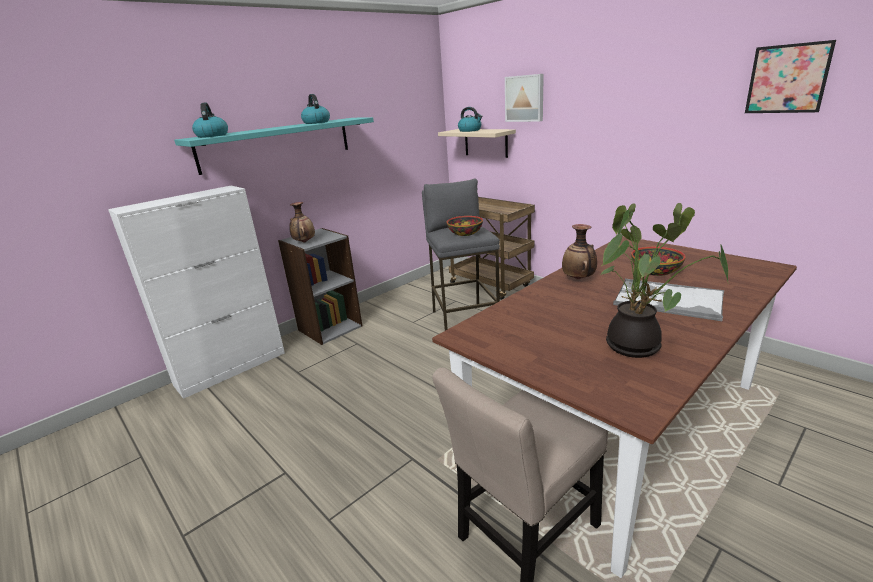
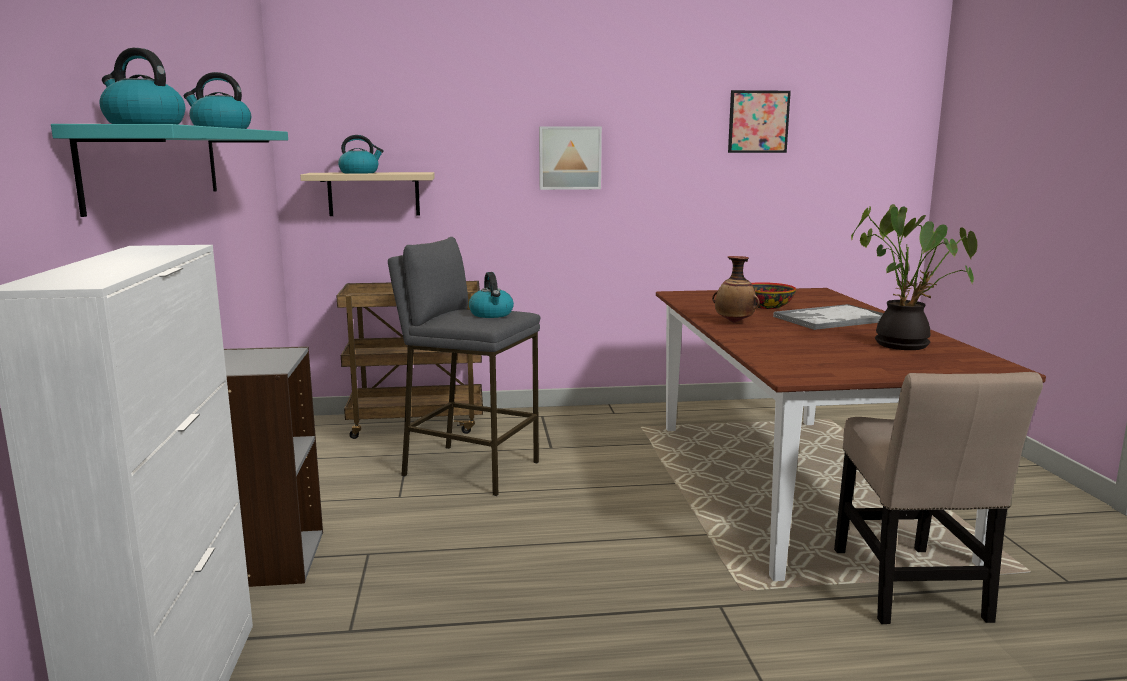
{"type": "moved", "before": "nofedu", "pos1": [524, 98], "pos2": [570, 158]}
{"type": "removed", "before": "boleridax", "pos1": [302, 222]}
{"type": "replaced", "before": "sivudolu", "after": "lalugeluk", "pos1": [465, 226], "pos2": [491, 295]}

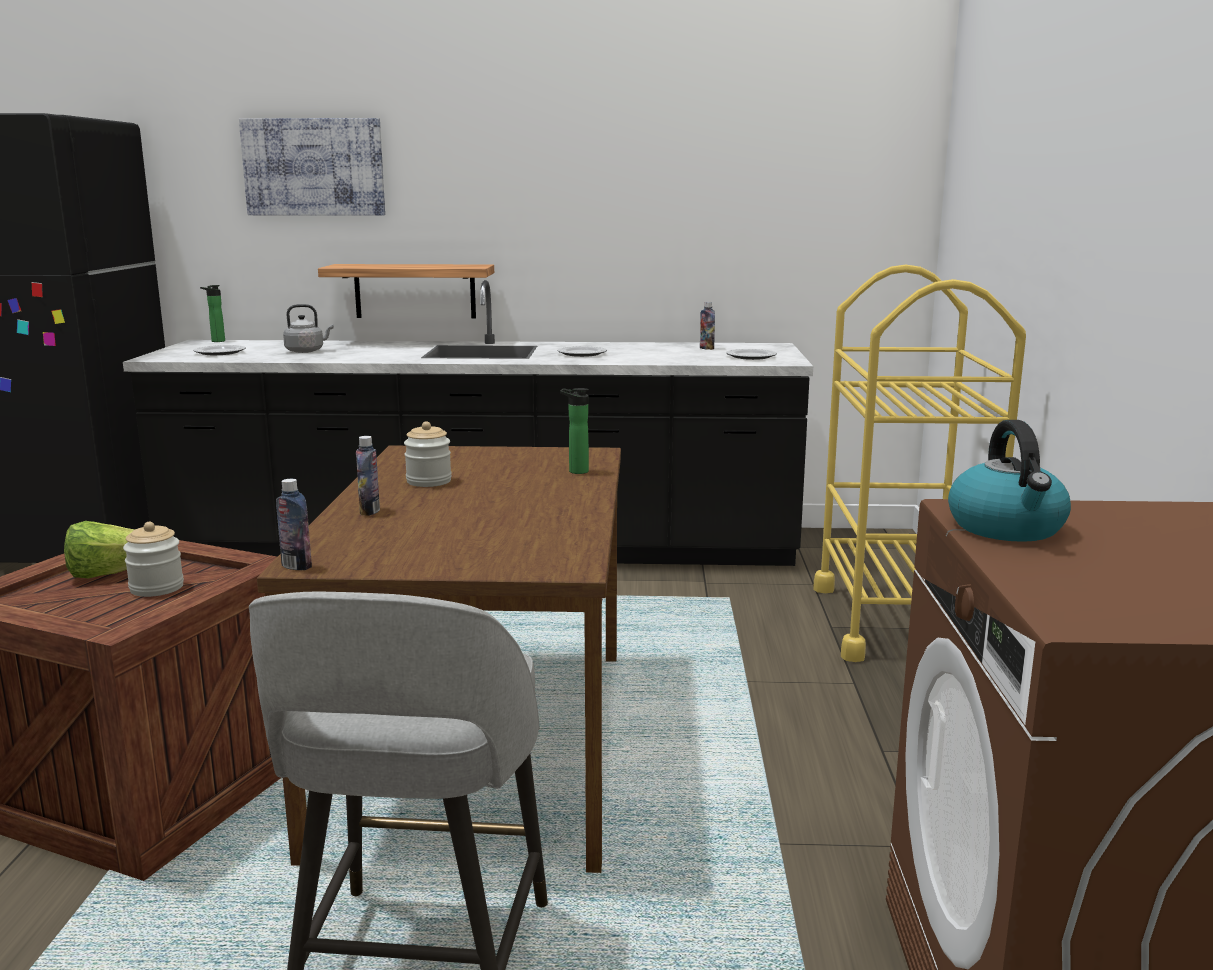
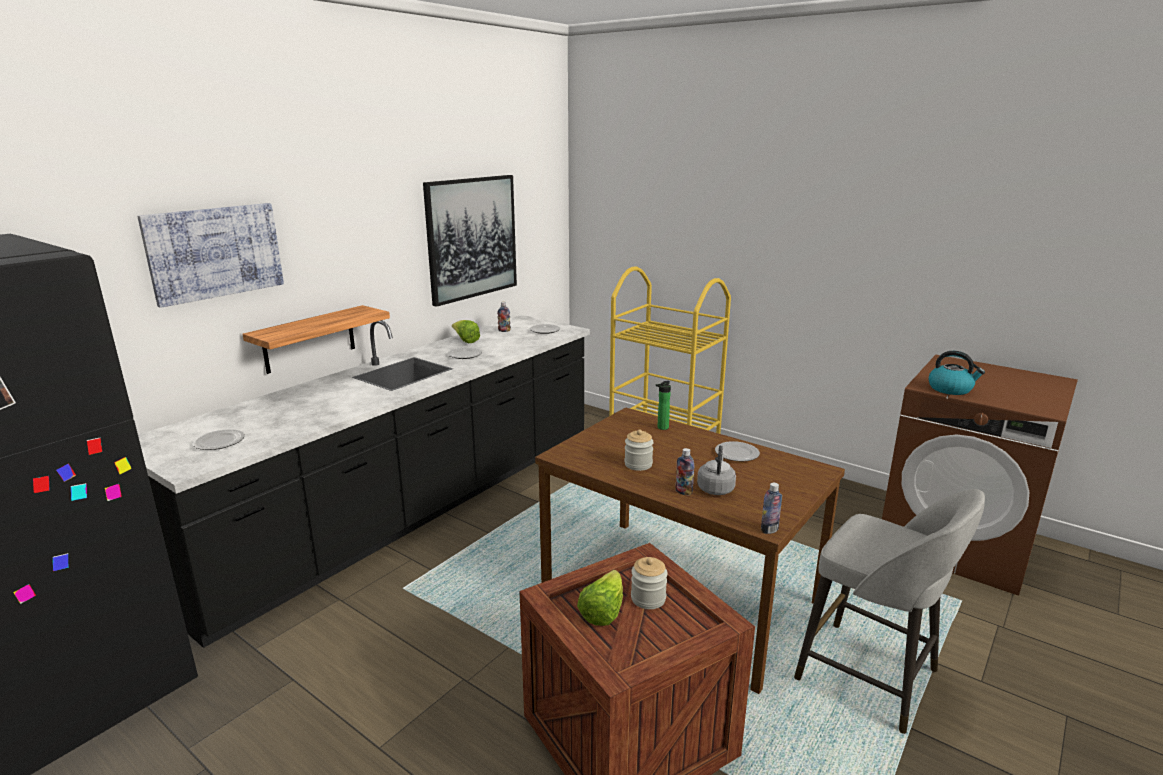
{"type": "removed", "before": "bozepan", "pos1": [212, 313]}
{"type": "moved", "before": "grey_lalugeluk", "pos1": [308, 328], "pos2": [716, 470]}
{"type": "added", "after": "nofedu", "pos2": [470, 241]}
{"type": "added", "after": "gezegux", "pos2": [466, 331]}
{"type": "added", "after": "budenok", "pos2": [737, 451]}

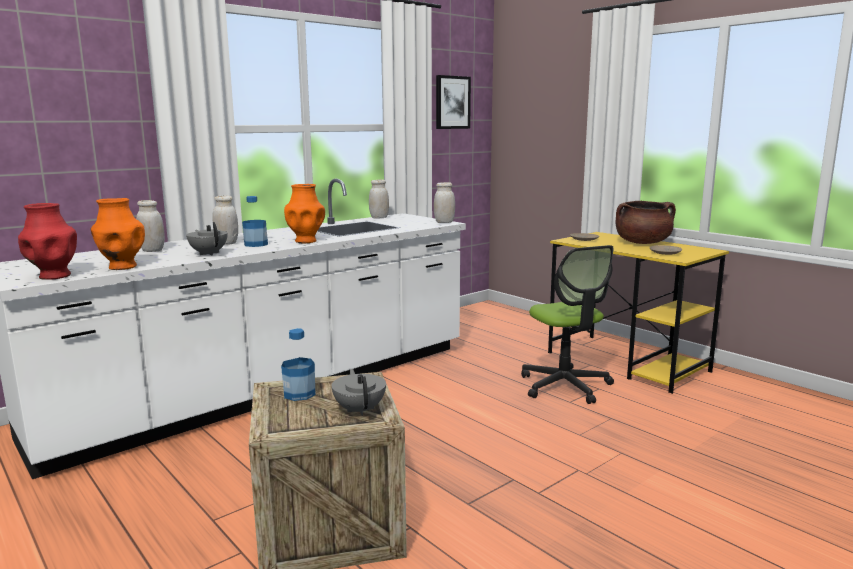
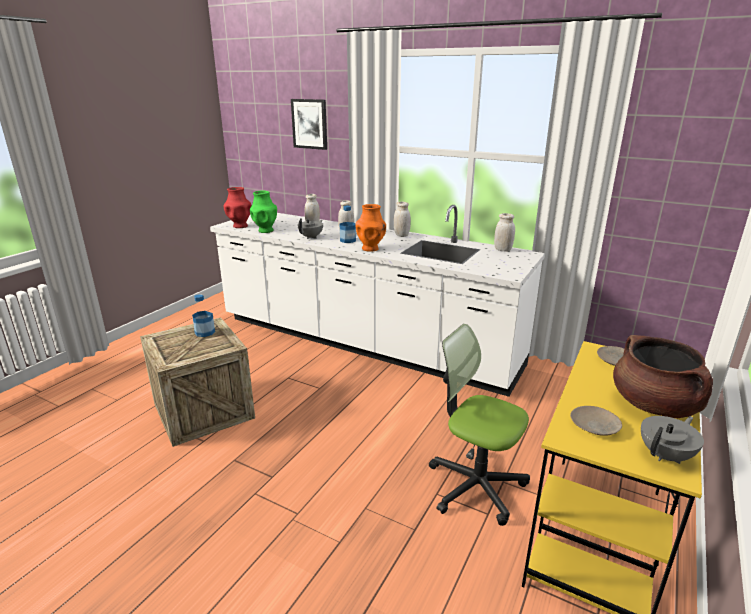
{"type": "moved", "before": "nofedu", "pos1": [453, 102], "pos2": [309, 124]}
{"type": "moved", "before": "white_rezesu", "pos1": [444, 202], "pos2": [402, 219]}
{"type": "recoloured", "before": "orange_boleridax", "after": "green_boleridax", "pos1": [118, 234], "pos2": [263, 211]}
{"type": "turned", "before": "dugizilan", "pos1": [567, 324], "pos2": [479, 425], "turn": 75}
{"type": "moved", "before": "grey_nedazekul", "pos1": [359, 392], "pos2": [672, 440]}

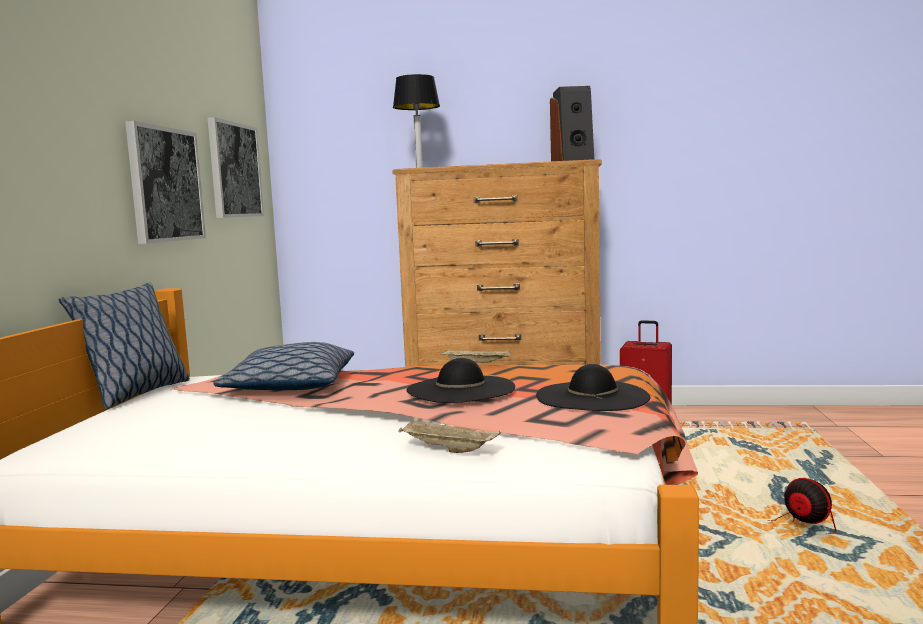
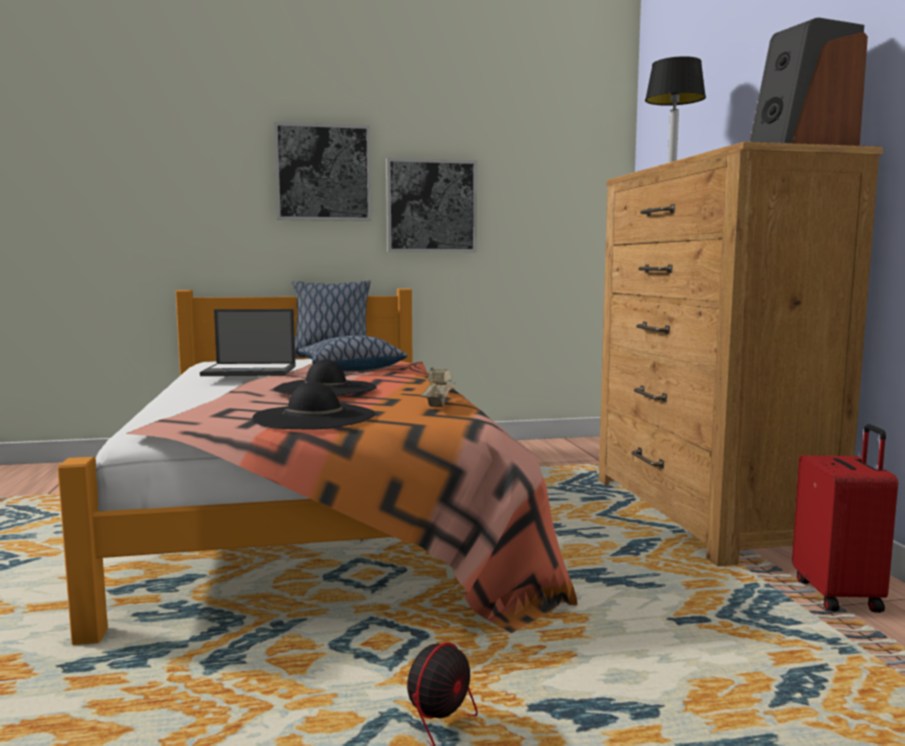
{"type": "moved", "before": "nofedu", "pos1": [236, 167], "pos2": [323, 171]}
{"type": "moved", "before": "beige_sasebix", "pos1": [449, 436], "pos2": [438, 394]}
{"type": "added", "after": "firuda", "pos2": [248, 342]}

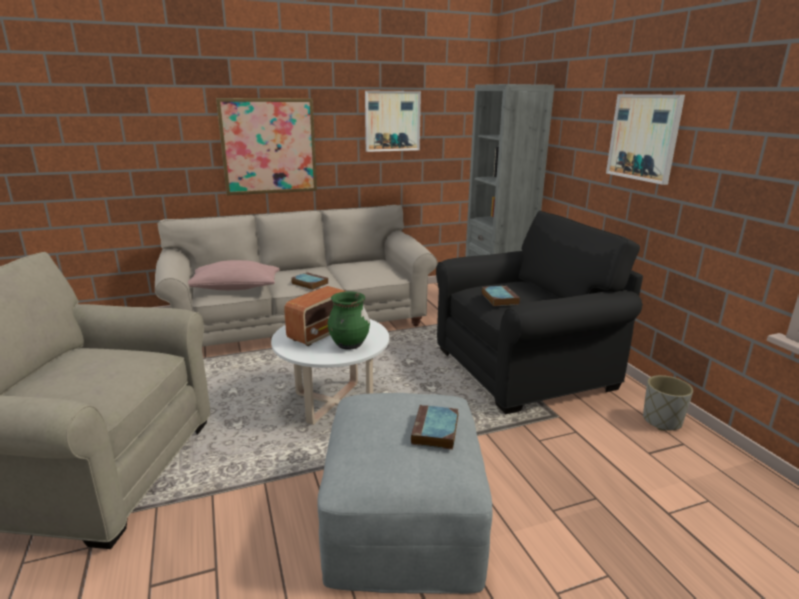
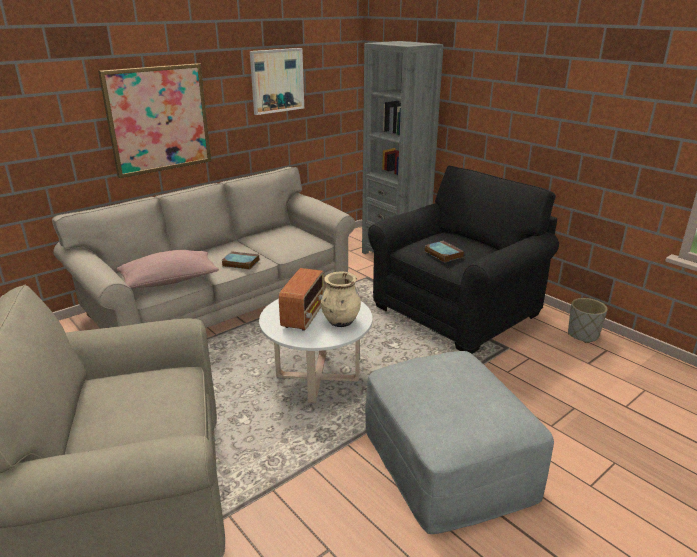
{"type": "removed", "before": "nofedu", "pos1": [645, 139]}
{"type": "recoloured", "before": "green_boleridax", "after": "beige_boleridax", "pos1": [349, 320], "pos2": [341, 299]}
{"type": "removed", "before": "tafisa", "pos1": [434, 427]}

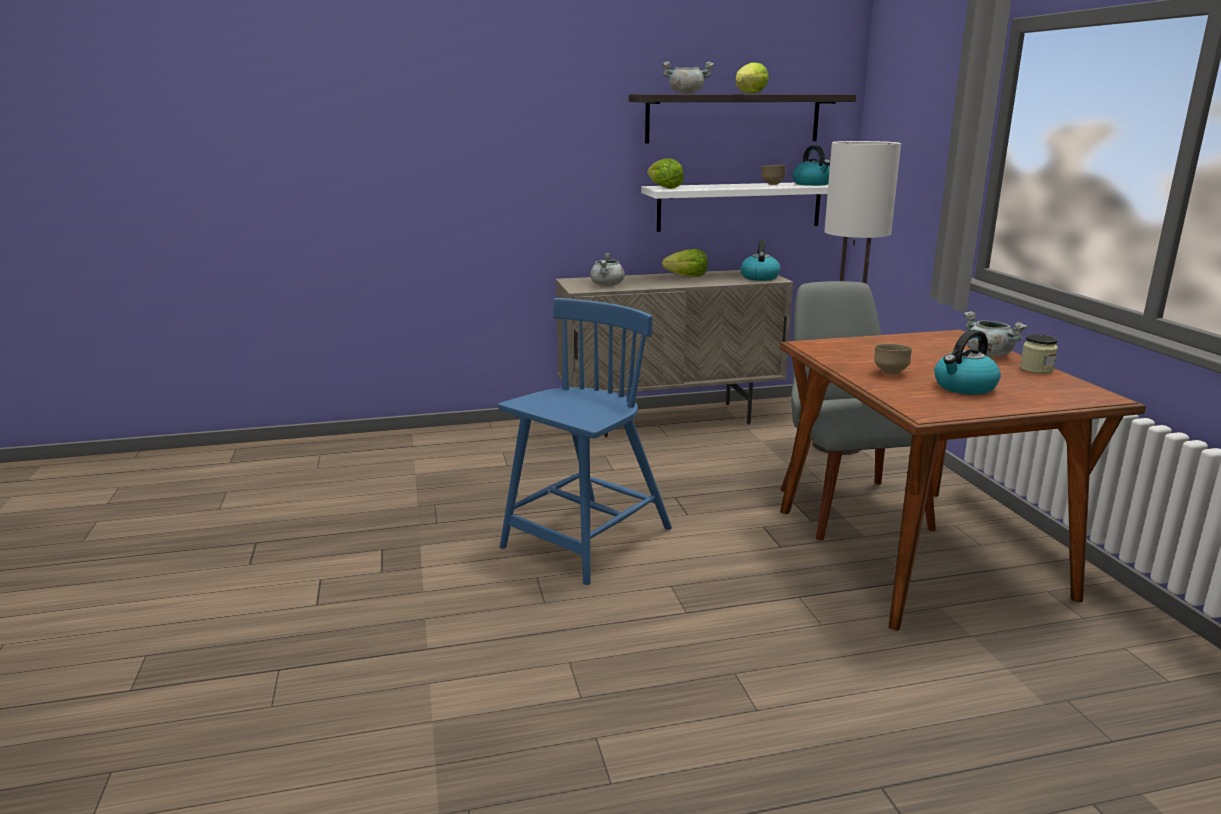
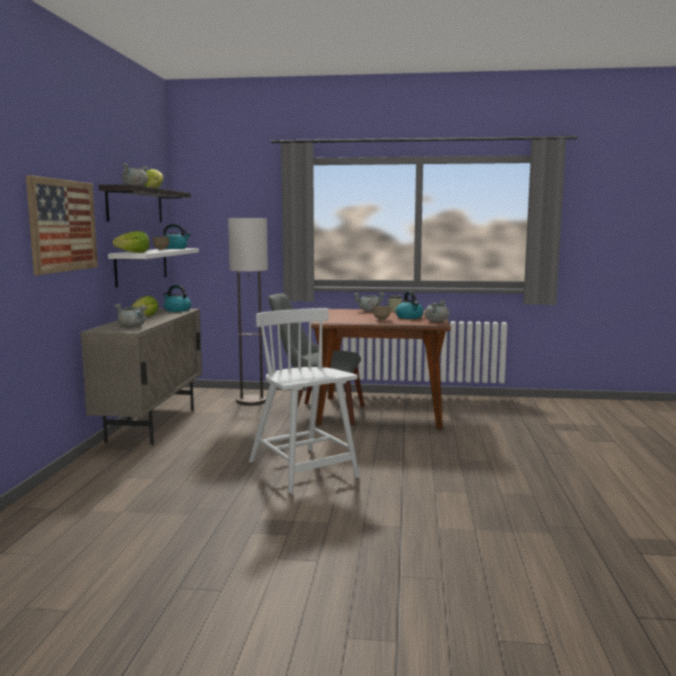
{"type": "recoloured", "before": "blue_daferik", "after": "white_daferik", "pos1": [585, 441], "pos2": [304, 401]}
{"type": "added", "after": "nofedu", "pos2": [62, 225]}
{"type": "added", "after": "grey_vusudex", "pos2": [437, 310]}

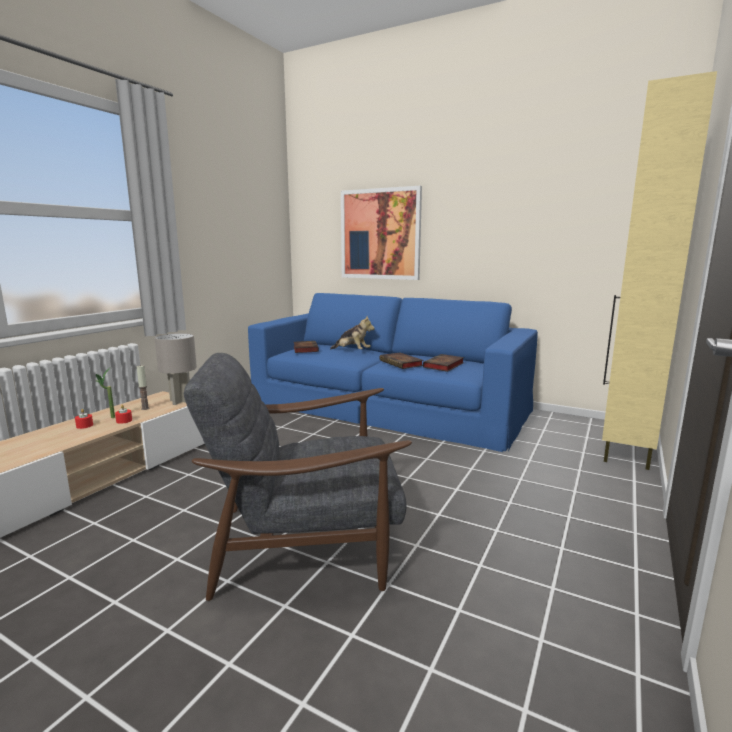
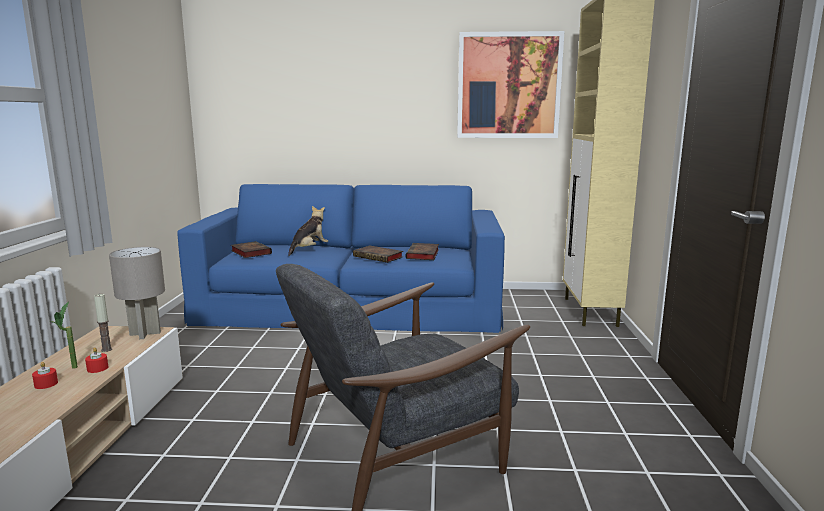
{"type": "moved", "before": "nofedu", "pos1": [381, 233], "pos2": [510, 84]}
{"type": "turned", "before": "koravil", "pos1": [352, 332], "pos2": [308, 231], "turn": -60}

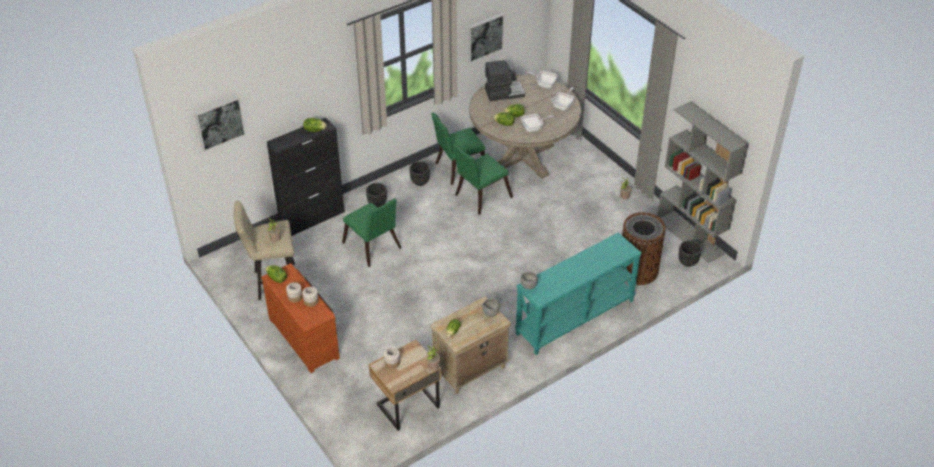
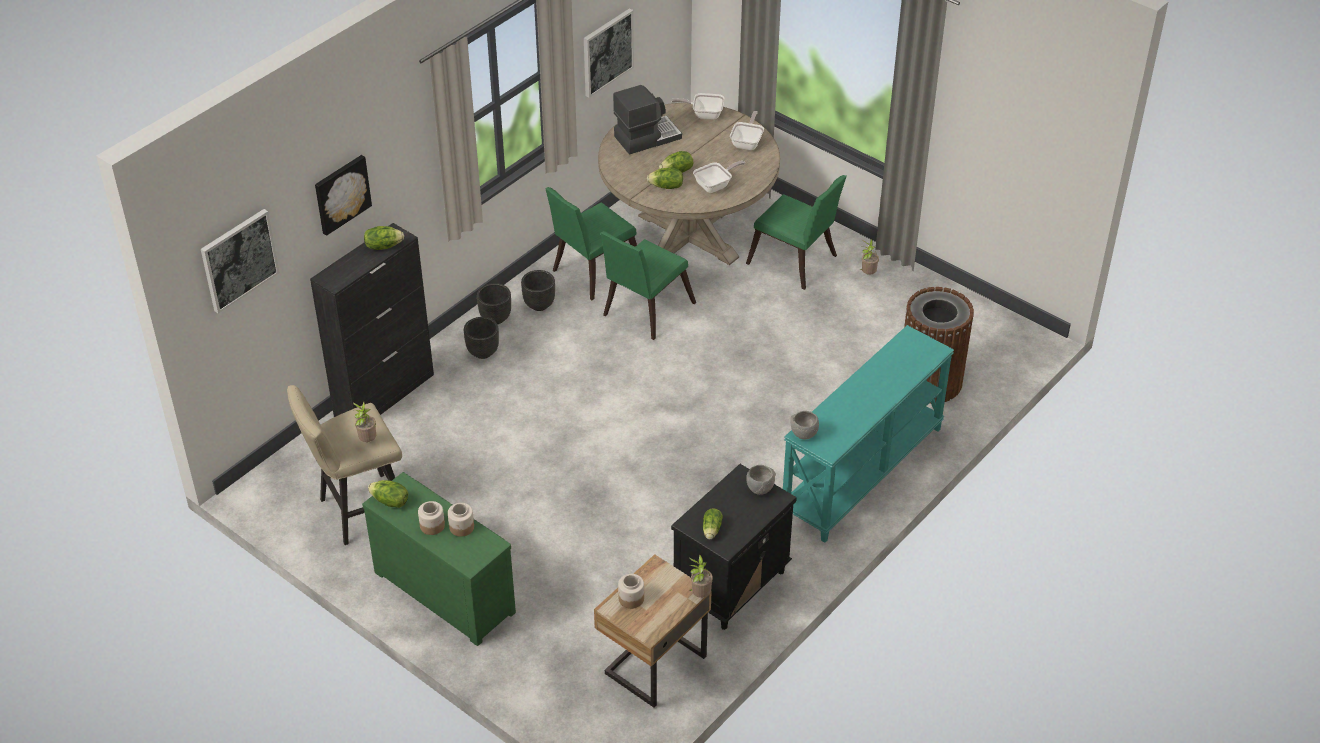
{"type": "removed", "before": "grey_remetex", "pos1": [703, 182]}
{"type": "moved", "before": "green_daferik", "pos1": [371, 232], "pos2": [796, 232]}
{"type": "moved", "before": "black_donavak", "pos1": [690, 253], "pos2": [494, 303]}
{"type": "recoloured", "before": "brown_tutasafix", "after": "green_tutasafix", "pos1": [300, 318], "pos2": [439, 559]}
{"type": "recoloured", "before": "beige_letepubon", "after": "black_letepubon", "pos1": [470, 345], "pos2": [734, 547]}
{"type": "added", "after": "nofedu", "pos2": [343, 195]}

